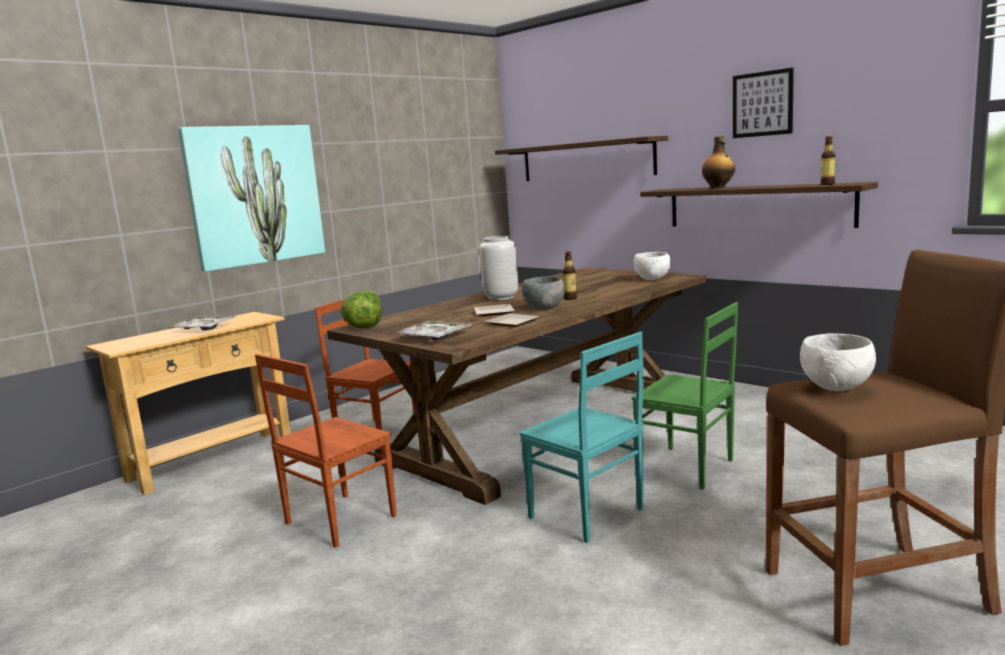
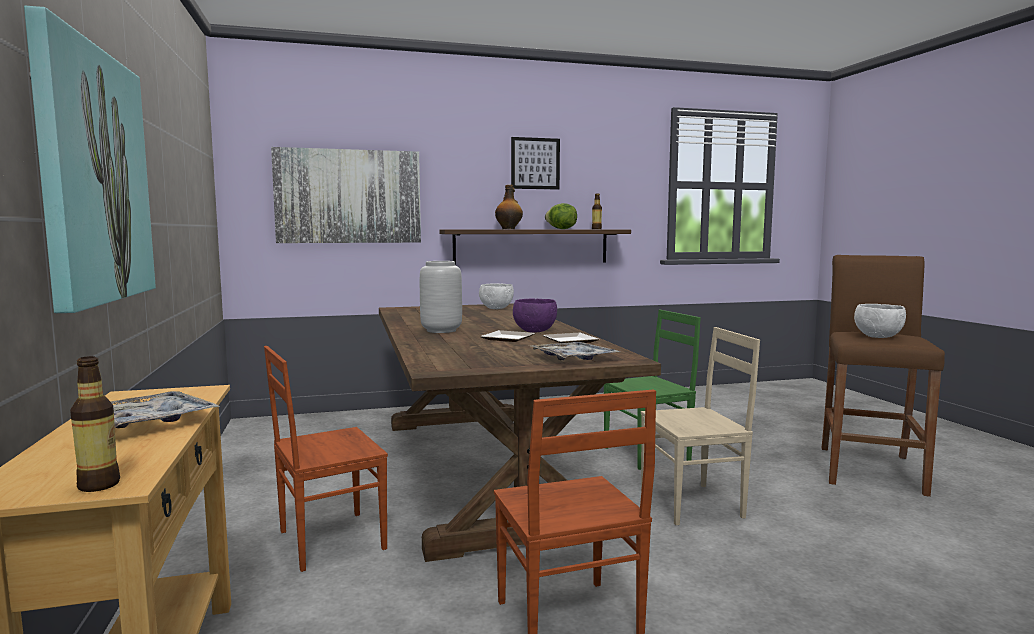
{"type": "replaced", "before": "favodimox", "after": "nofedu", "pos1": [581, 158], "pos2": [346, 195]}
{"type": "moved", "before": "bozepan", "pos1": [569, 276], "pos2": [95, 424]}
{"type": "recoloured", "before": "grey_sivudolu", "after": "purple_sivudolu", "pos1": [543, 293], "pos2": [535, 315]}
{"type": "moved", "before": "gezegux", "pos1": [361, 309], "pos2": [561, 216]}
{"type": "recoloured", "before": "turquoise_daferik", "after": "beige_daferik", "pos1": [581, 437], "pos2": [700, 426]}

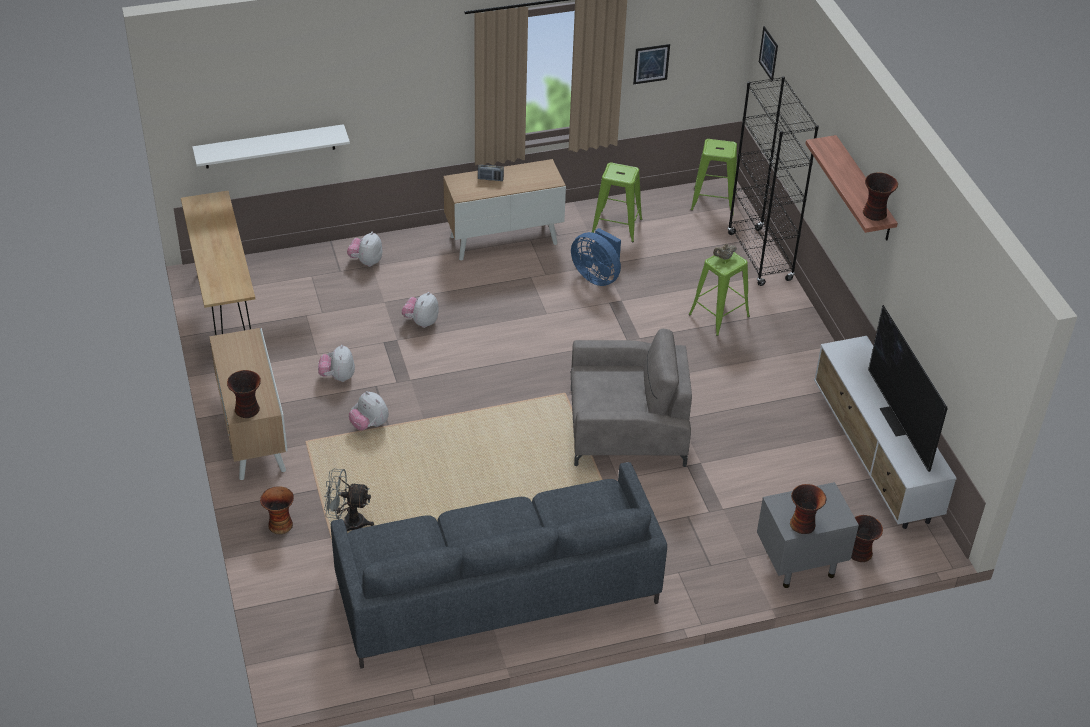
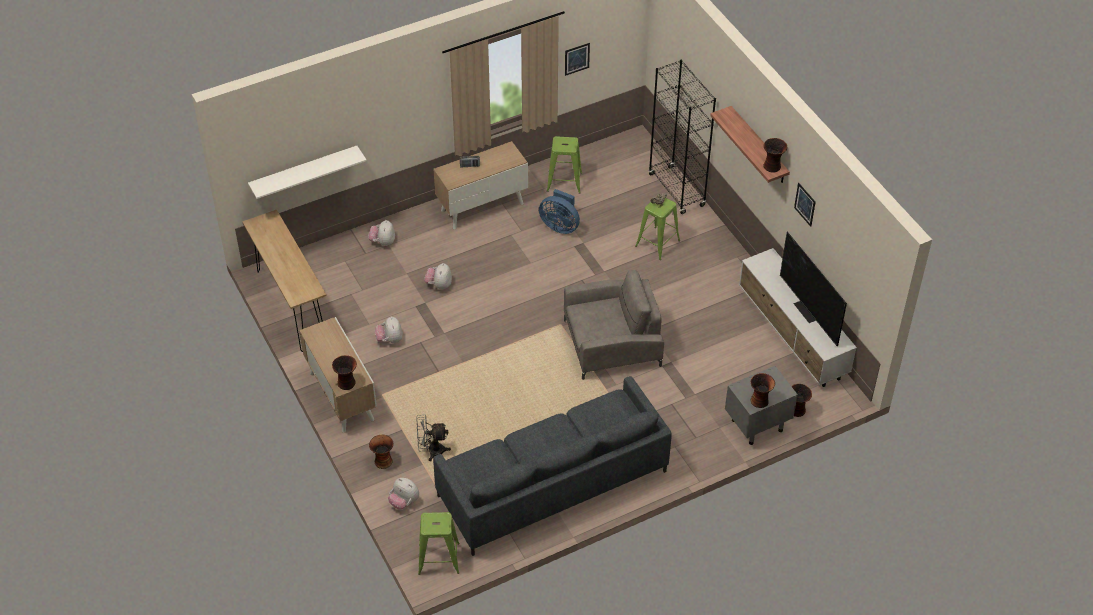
{"type": "moved", "before": "nofedu", "pos1": [768, 53], "pos2": [805, 205]}
{"type": "moved", "before": "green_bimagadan", "pos1": [714, 177], "pos2": [439, 543]}
{"type": "moved", "before": "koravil", "pos1": [369, 411], "pos2": [403, 494]}

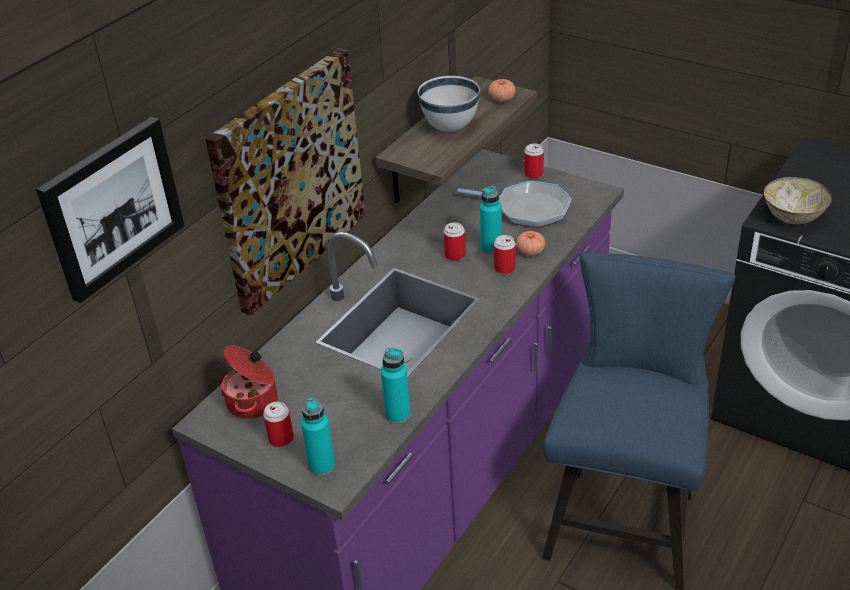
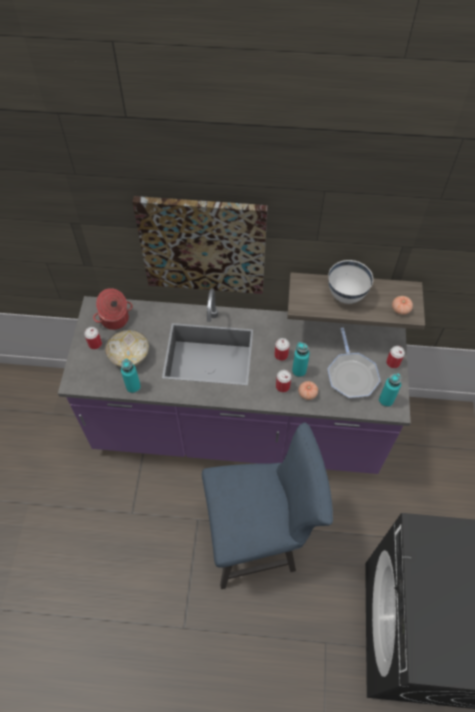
{"type": "removed", "before": "nofedu", "pos1": [110, 210]}
{"type": "moved", "before": "sivudolu", "pos1": [798, 200], "pos2": [127, 348]}
{"type": "moved", "before": "turquoise_bozepan", "pos1": [318, 436], "pos2": [390, 390]}

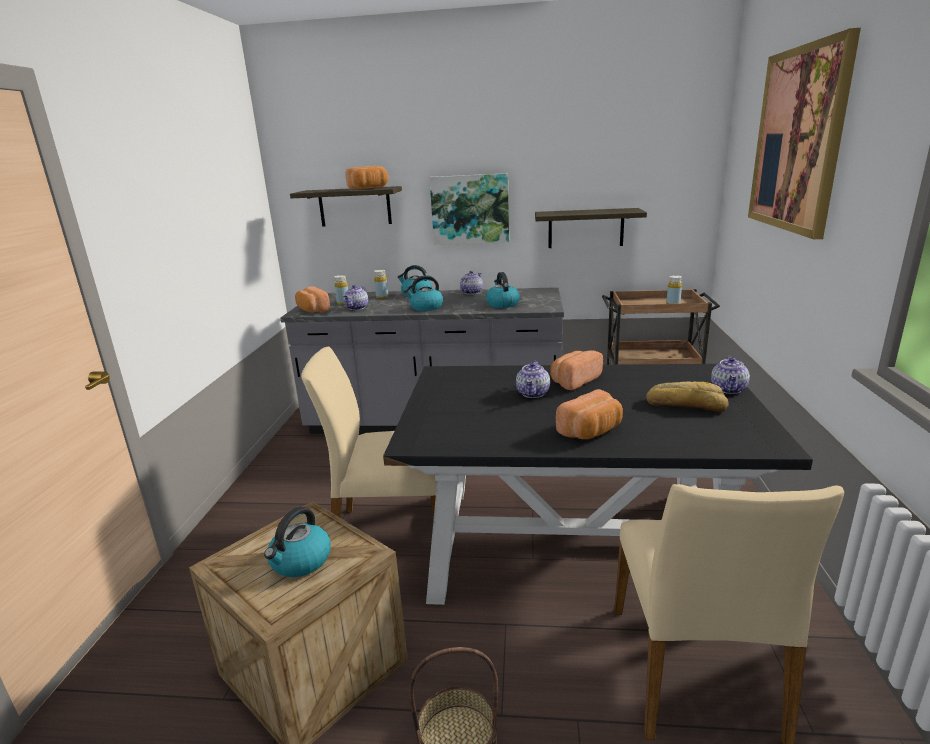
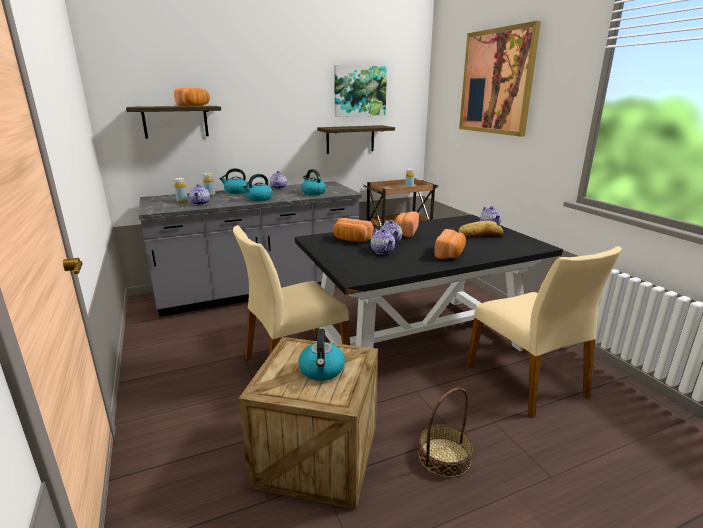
{"type": "moved", "before": "nofedu", "pos1": [469, 209], "pos2": [360, 91]}
{"type": "moved", "before": "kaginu", "pos1": [312, 299], "pos2": [353, 230]}
{"type": "added", "after": "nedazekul", "pos2": [383, 241]}

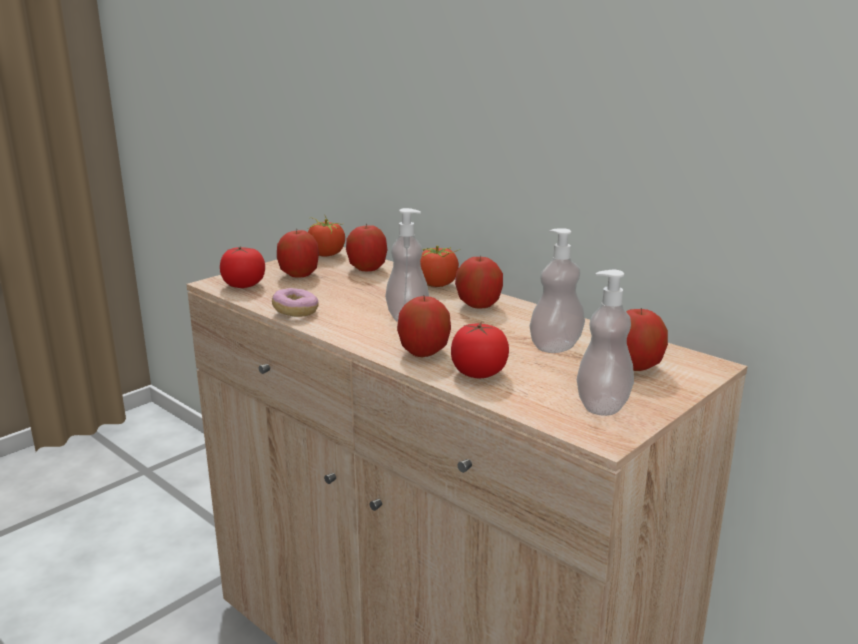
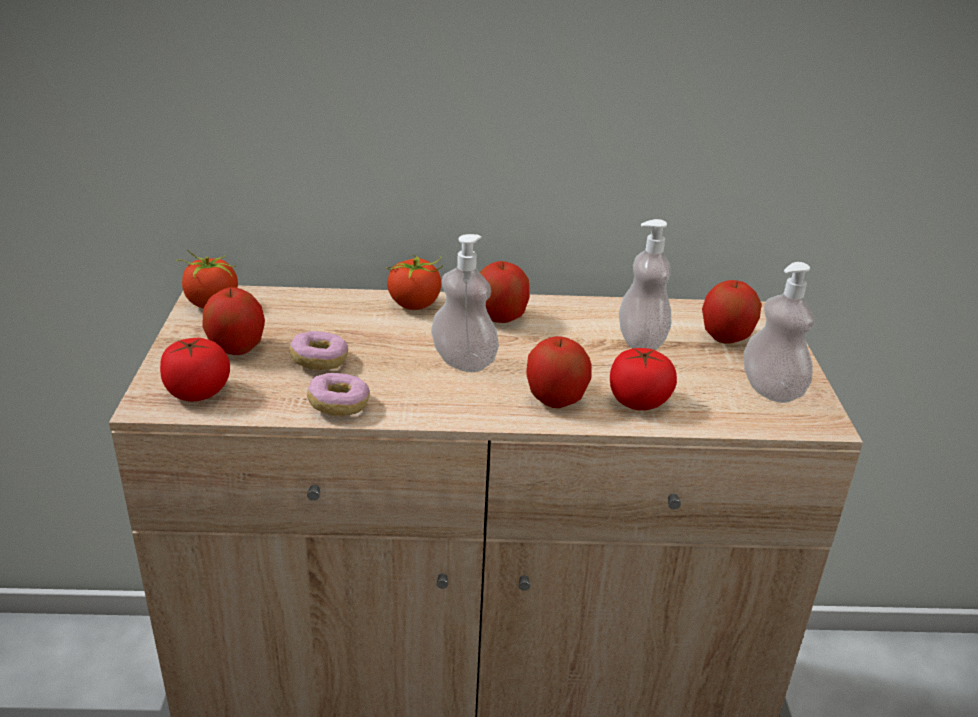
{"type": "removed", "before": "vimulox", "pos1": [366, 247]}
{"type": "added", "after": "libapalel", "pos2": [318, 350]}

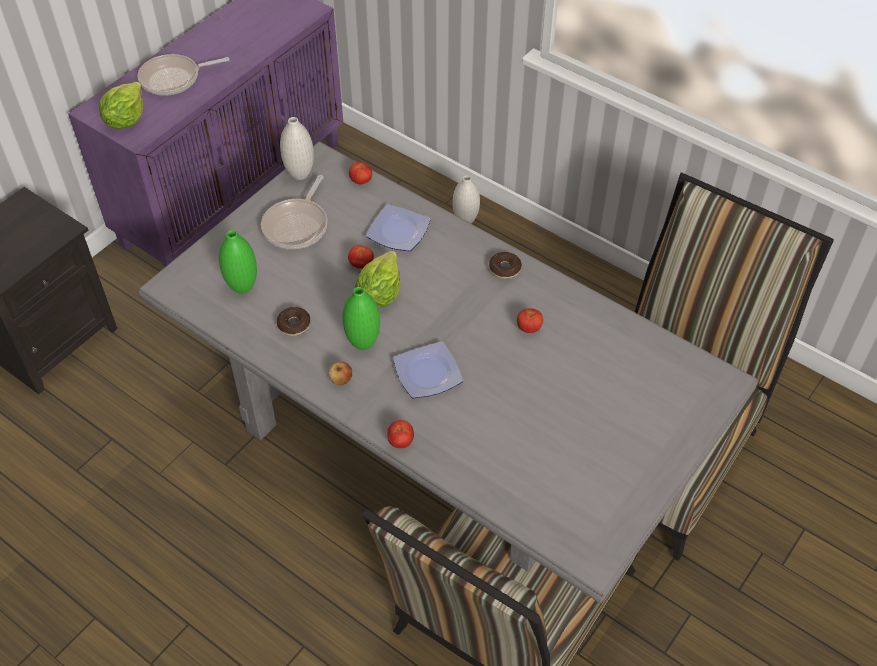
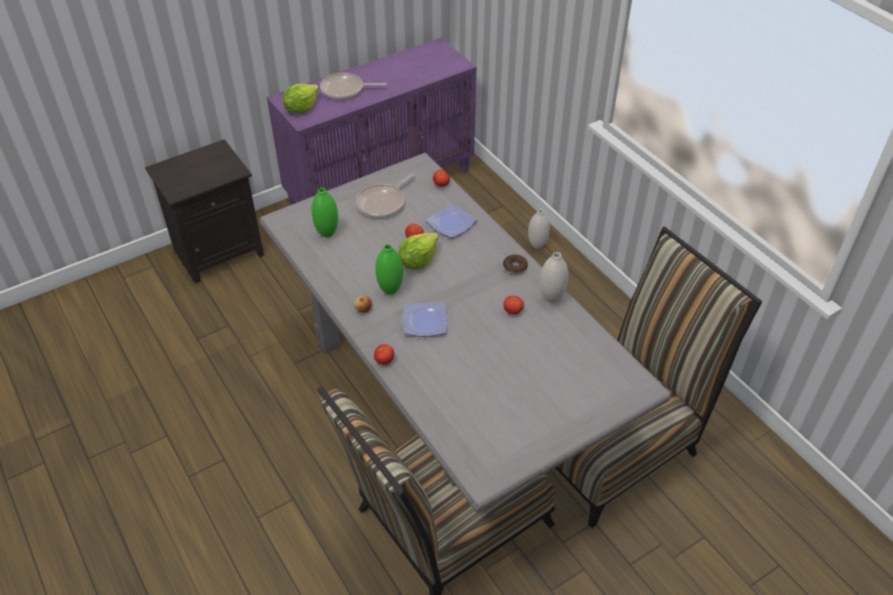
{"type": "moved", "before": "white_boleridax", "pos1": [297, 148], "pos2": [554, 277]}
{"type": "removed", "before": "libapalel", "pos1": [294, 321]}

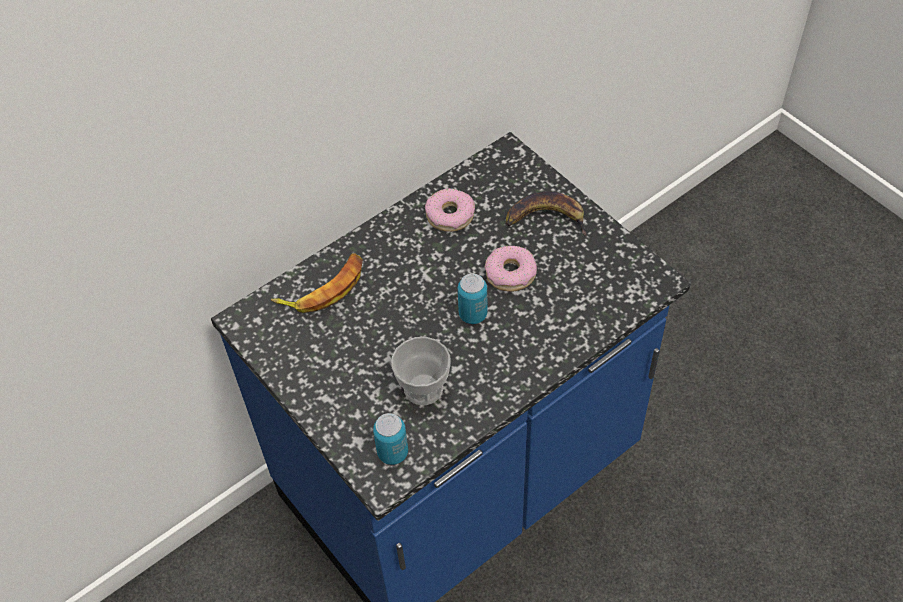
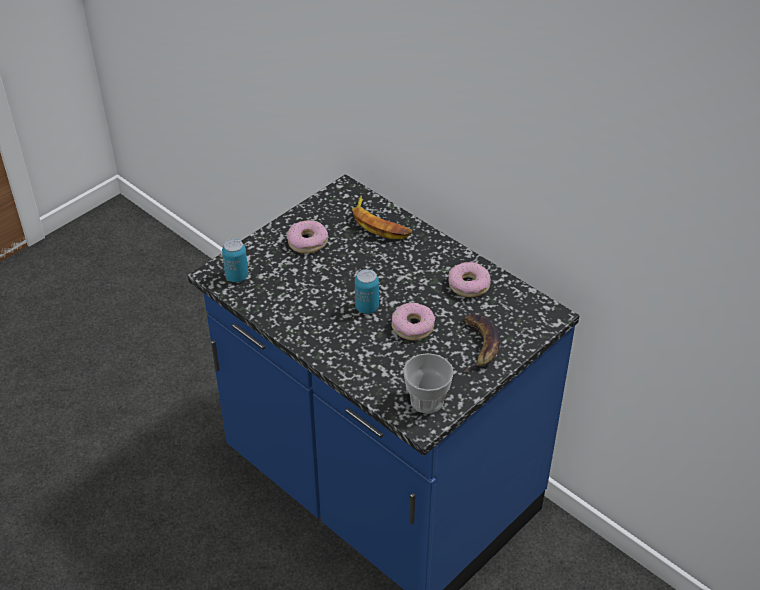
{"type": "moved", "before": "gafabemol", "pos1": [420, 371], "pos2": [428, 383]}
{"type": "added", "after": "libapalel", "pos2": [307, 236]}

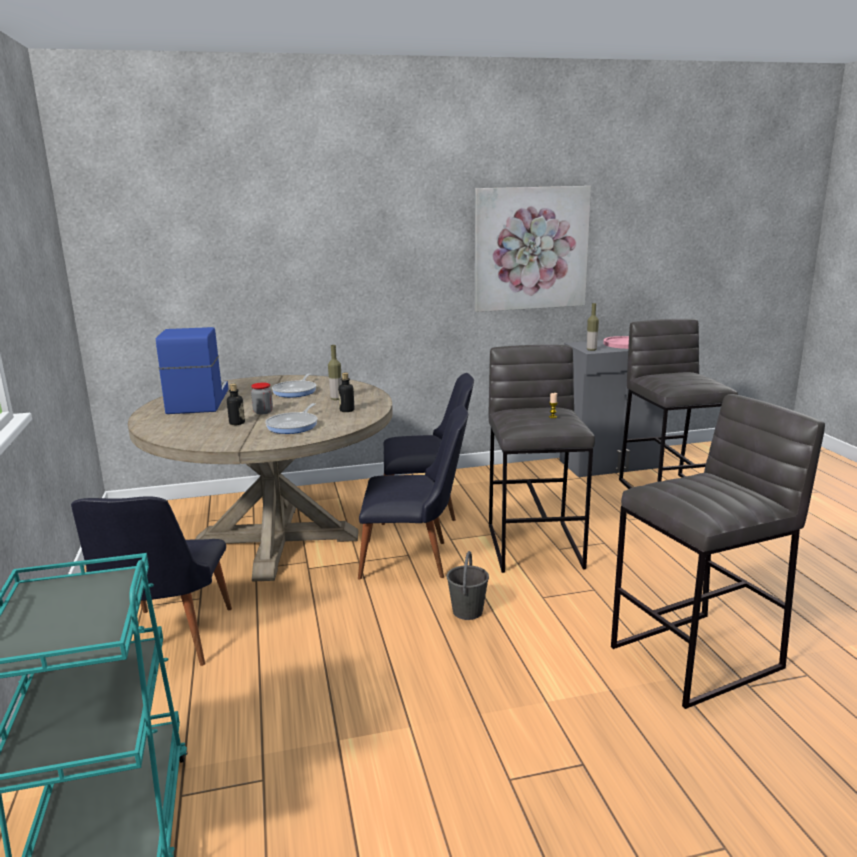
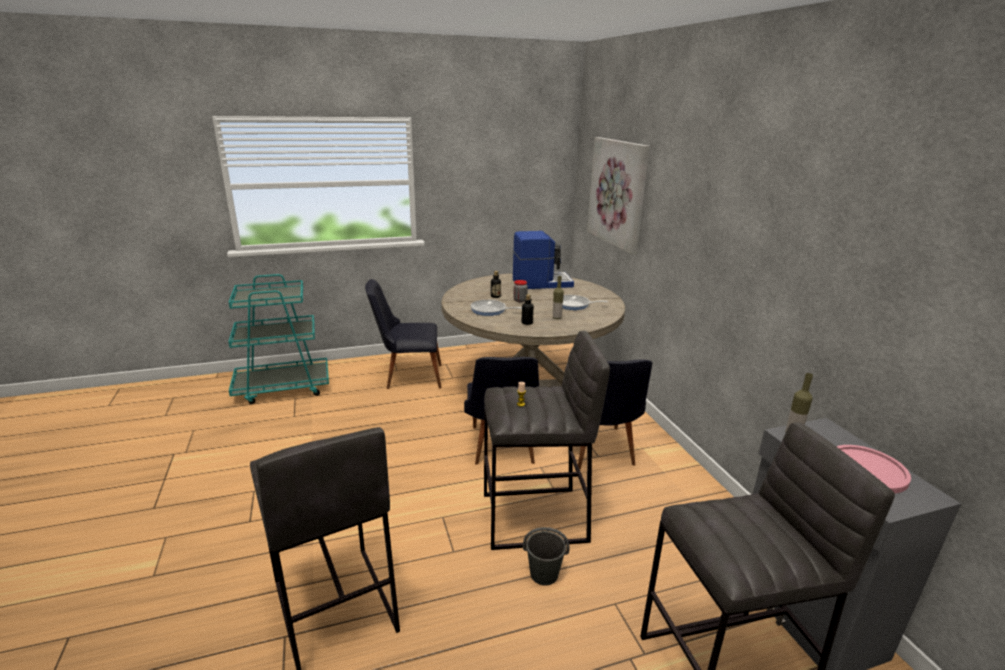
{"type": "moved", "before": "nofedu", "pos1": [533, 249], "pos2": [618, 196]}
{"type": "moved", "before": "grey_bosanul", "pos1": [468, 585], "pos2": [546, 556]}

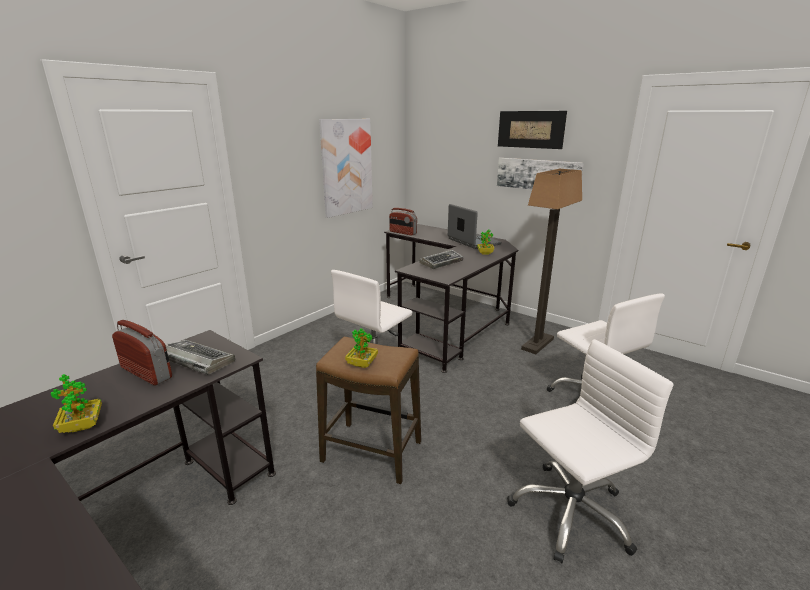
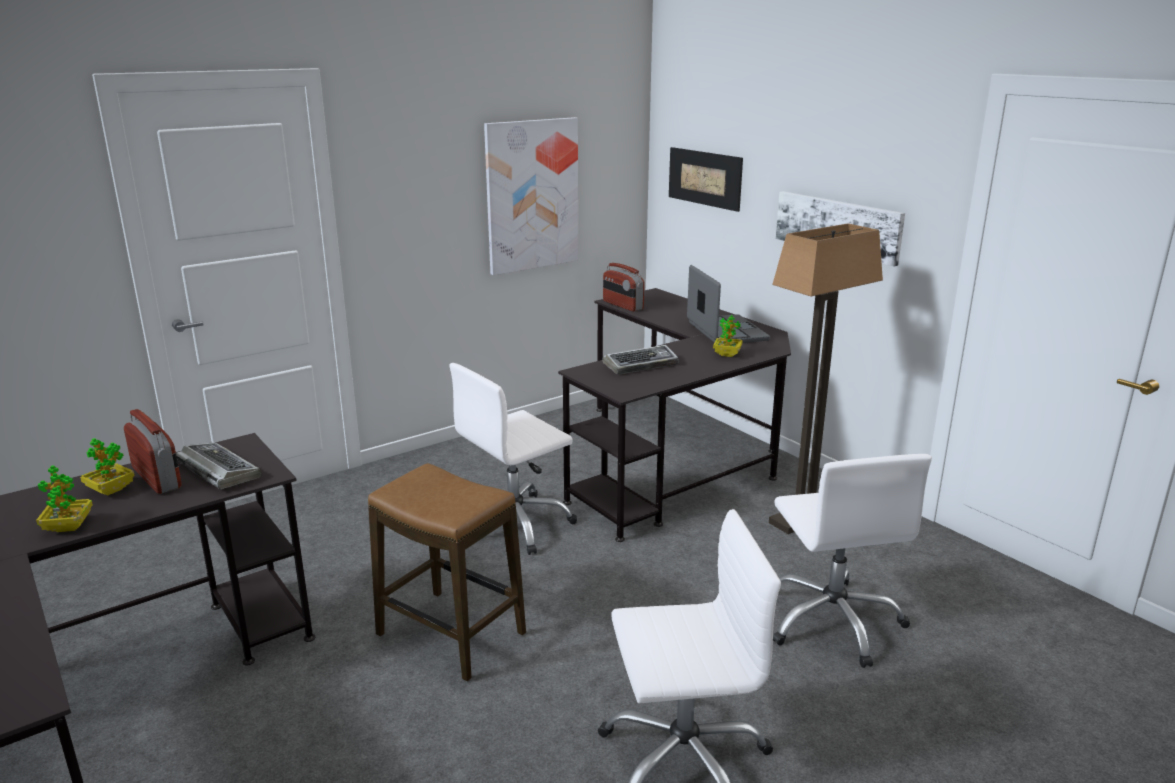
{"type": "moved", "before": "nofedu", "pos1": [532, 130], "pos2": [706, 179]}
{"type": "moved", "before": "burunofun", "pos1": [361, 348], "pos2": [107, 467]}

